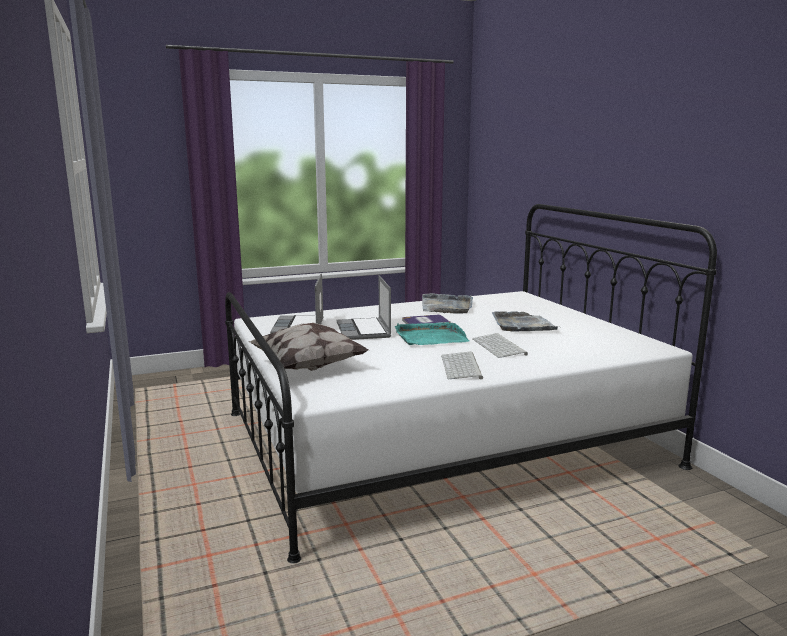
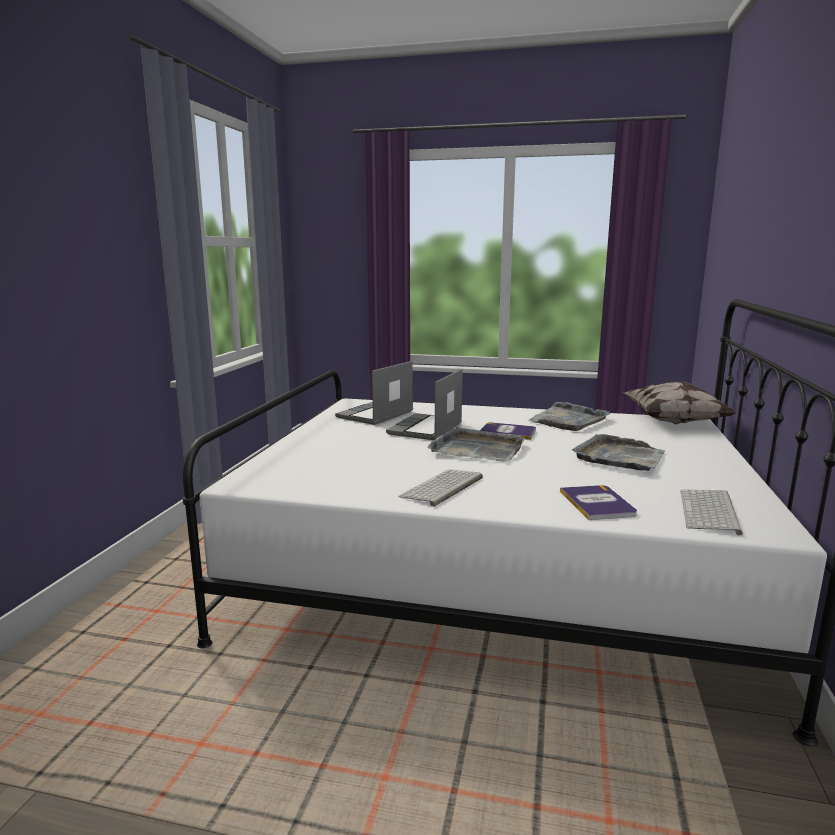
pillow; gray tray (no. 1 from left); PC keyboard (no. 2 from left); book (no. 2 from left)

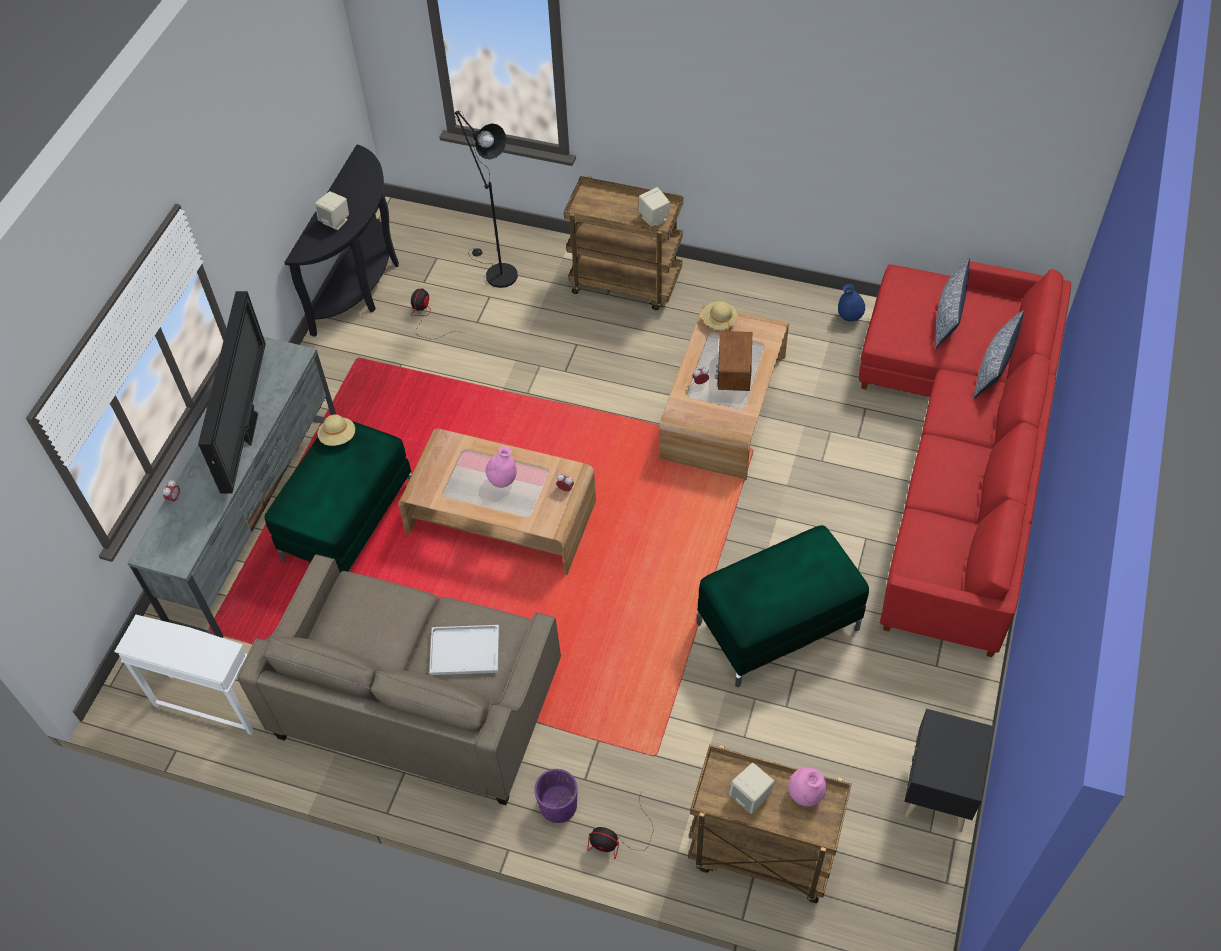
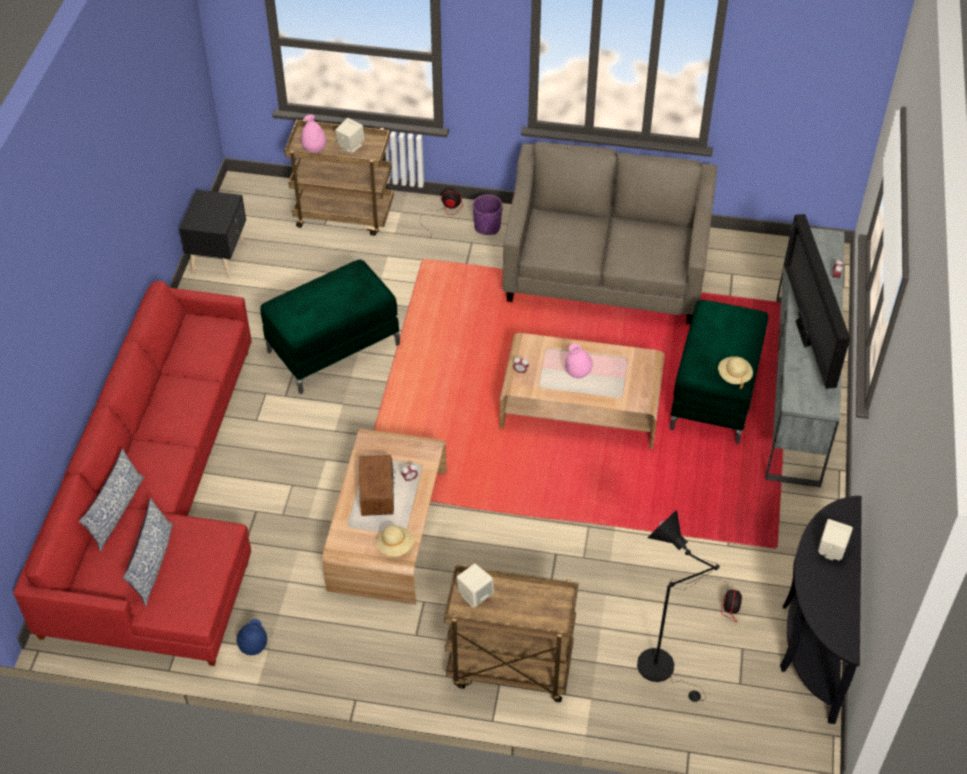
white-coloured end table; white-coloured tray

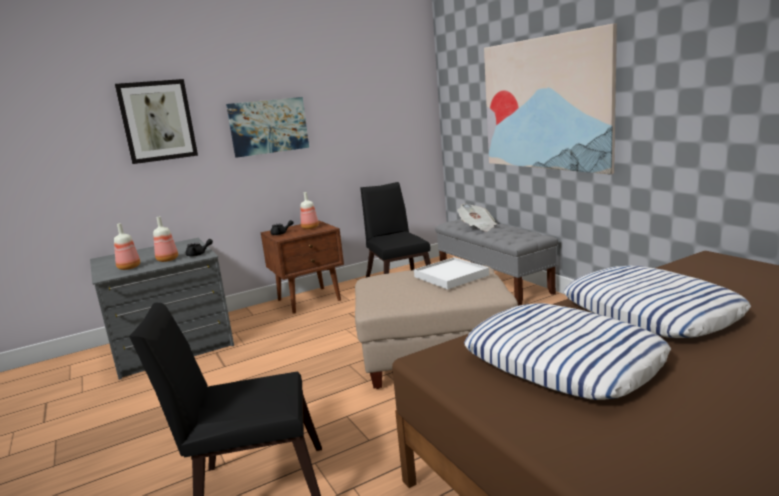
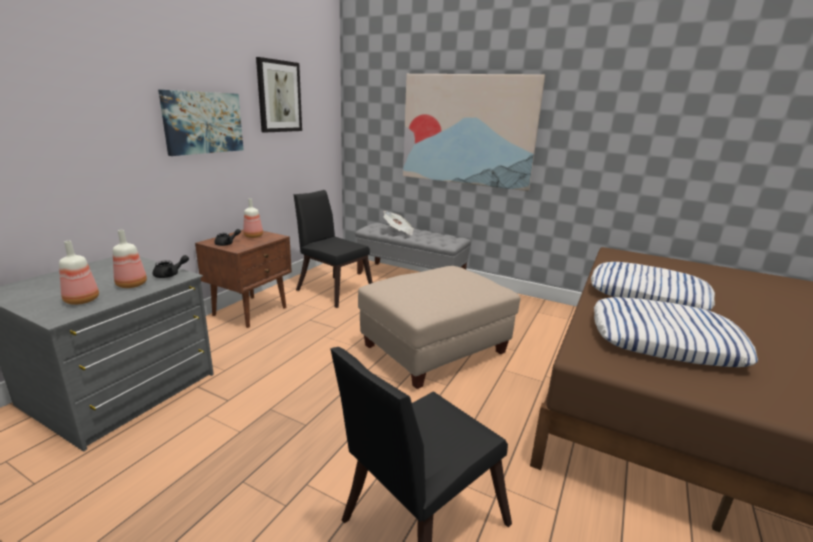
picture (no. 2 from left); white-coloured tray

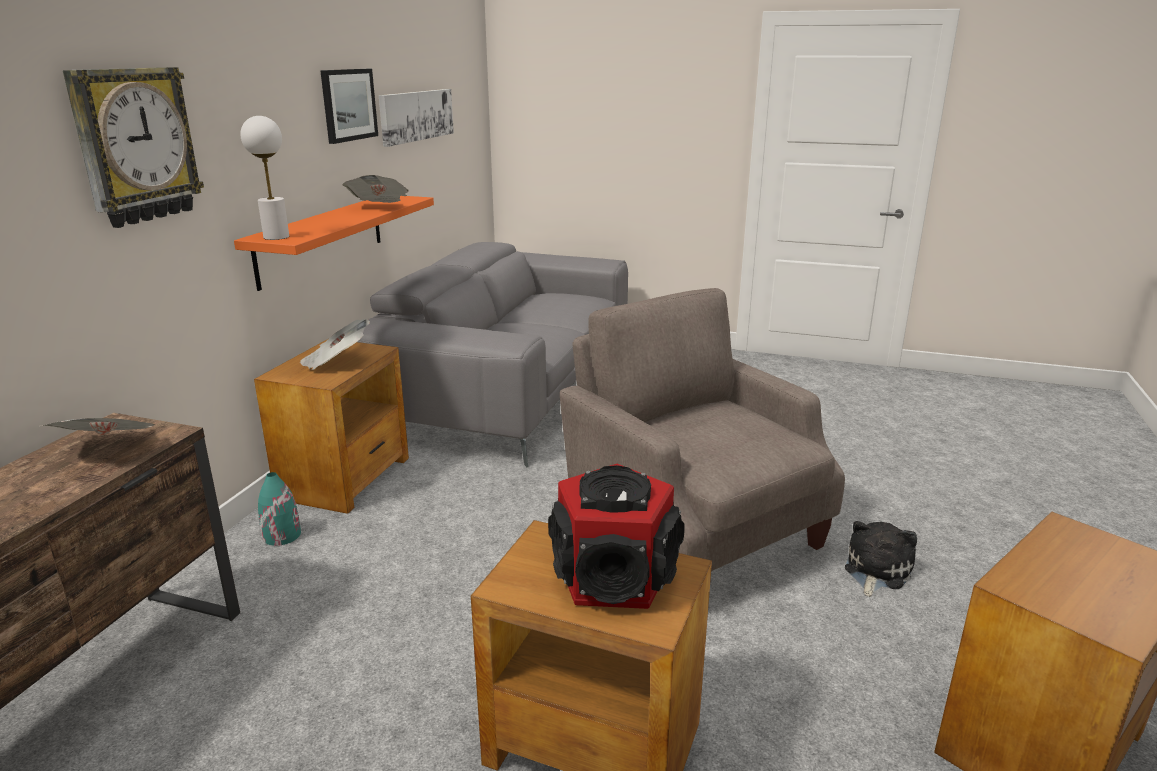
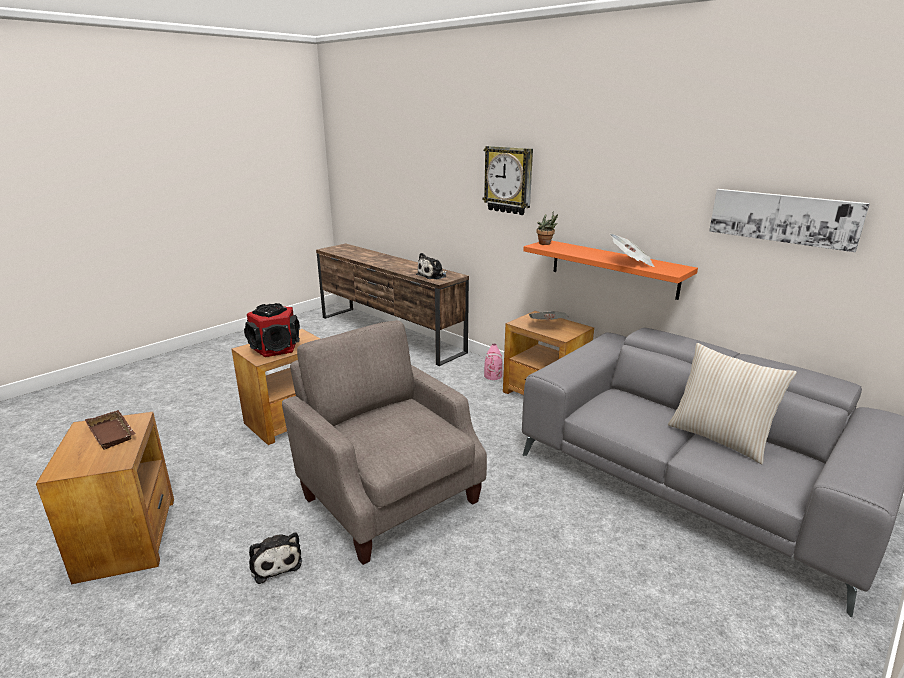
soft toy (no. 2 from left); potted plant; pink-coloured flower vase; picture (no. 1 from left in the first image); beige-coloured armchair; brownish tray; beige-coloured pillow

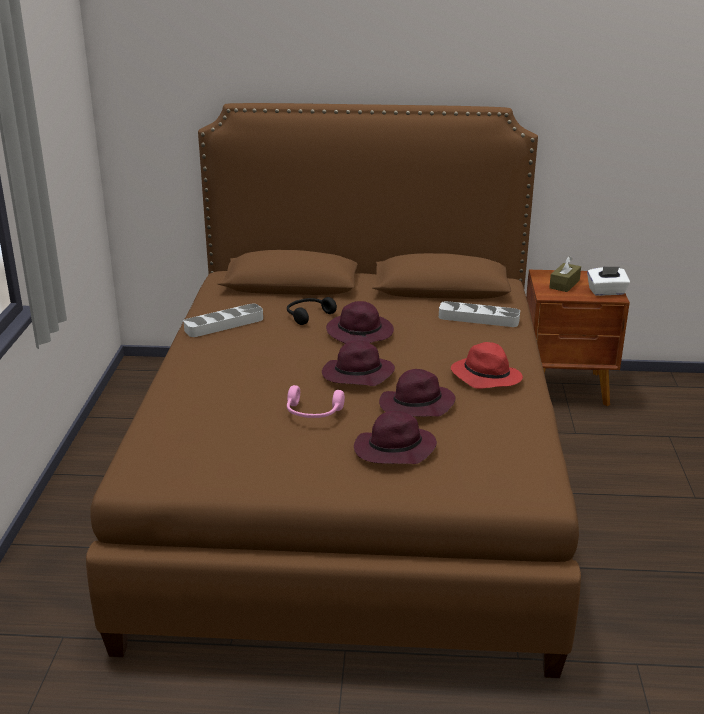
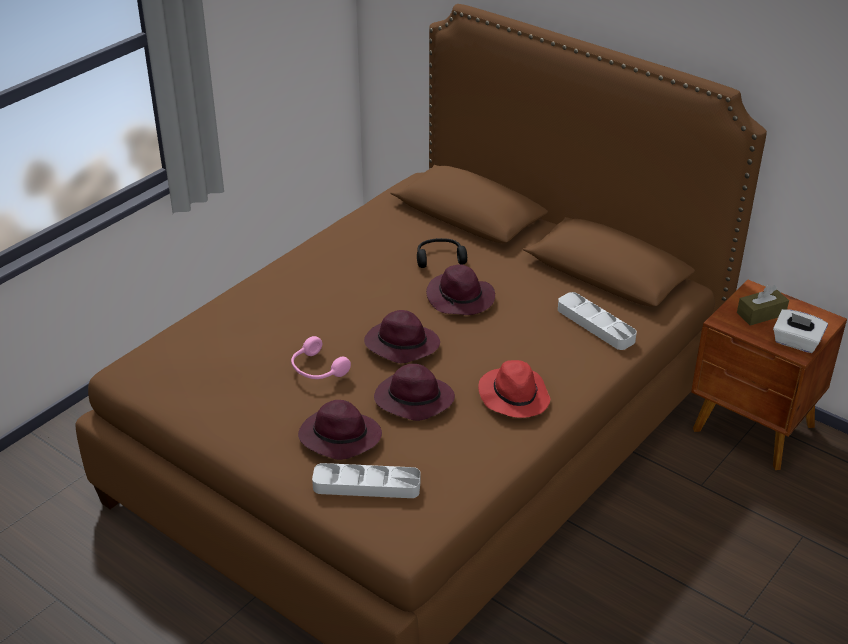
gray tray (no. 1 from left)

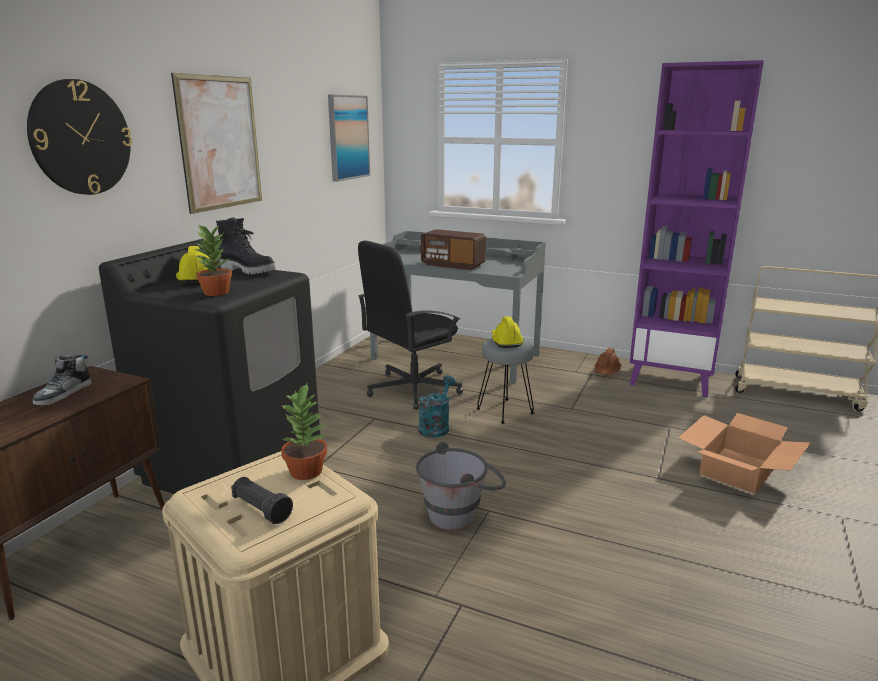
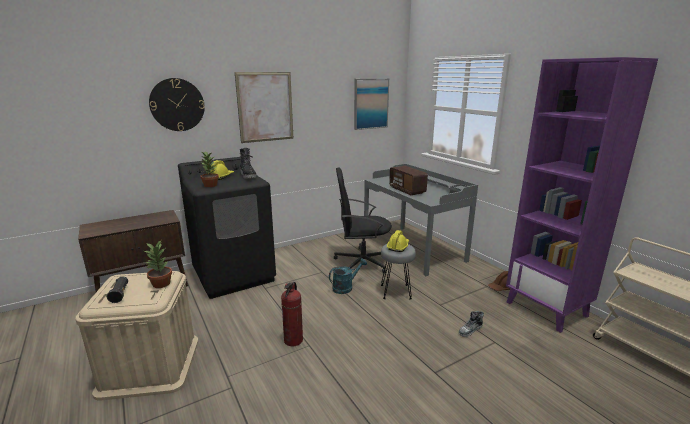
shoe; fire-fighting cylinder; carton

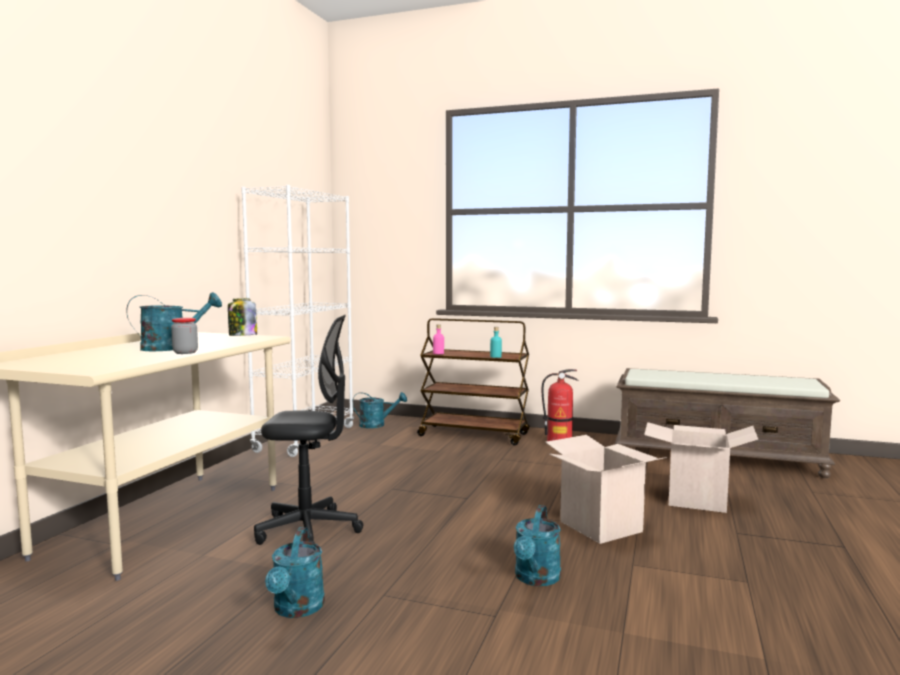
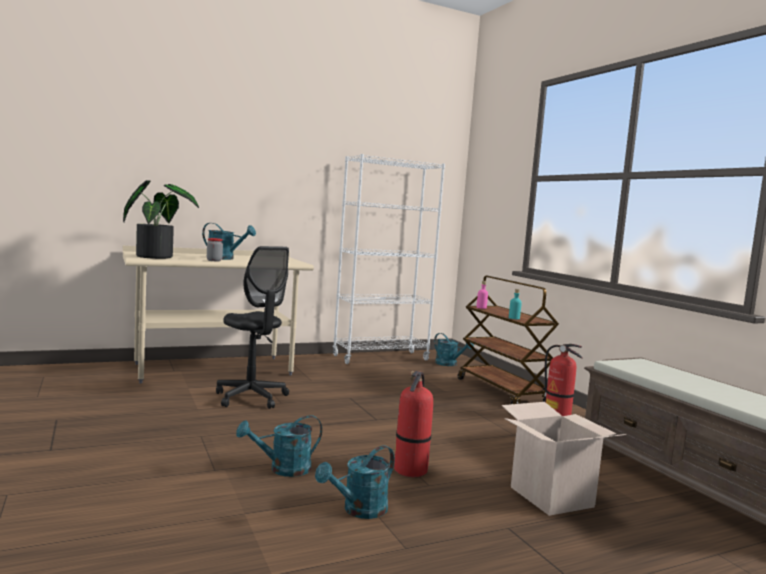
jar (no. 2 from left in the first image); turquoise watering can (no. 3 from left); fire-fighting cylinder (no. 1 from left); potted plant

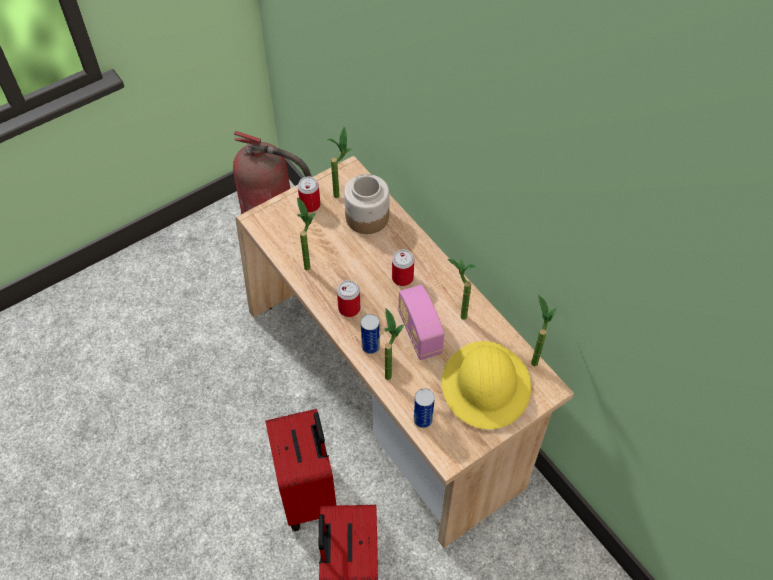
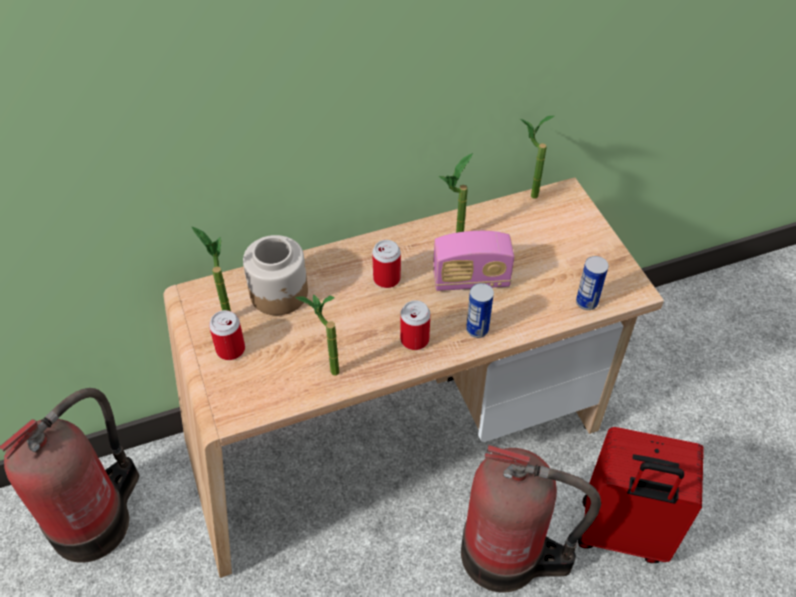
fire-fighting cylinder (no. 2 from left); potted plant (no. 3 from left in the first image); yellow-coloured safety helmet

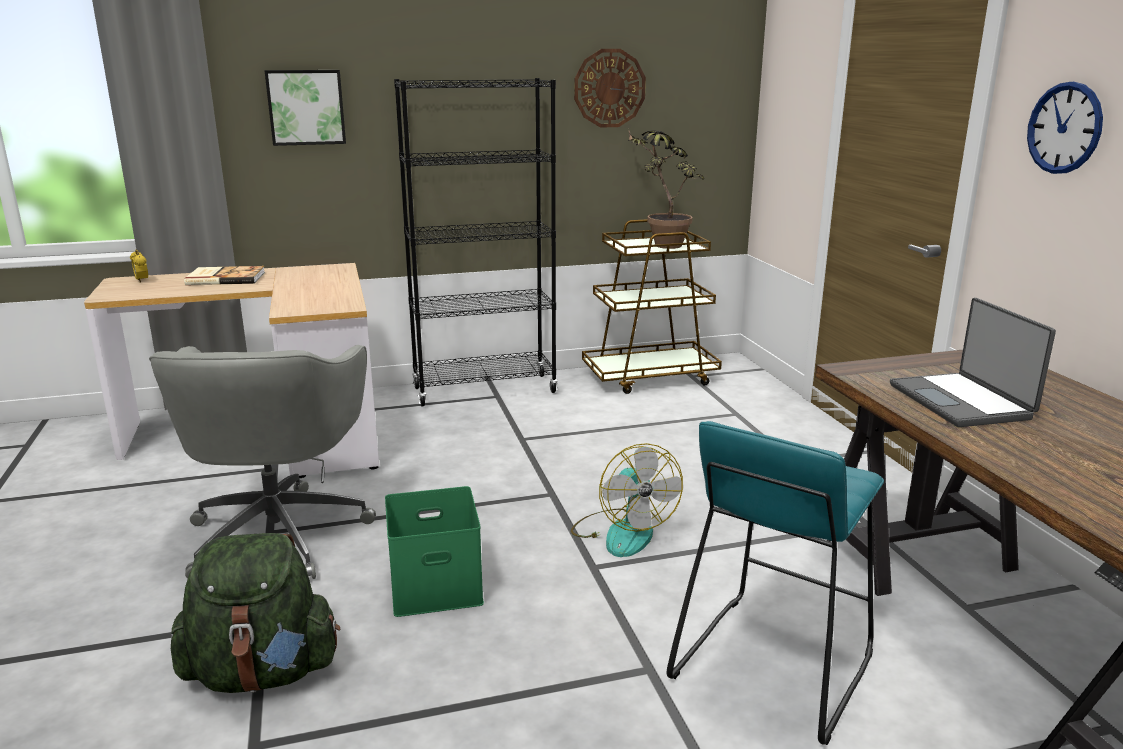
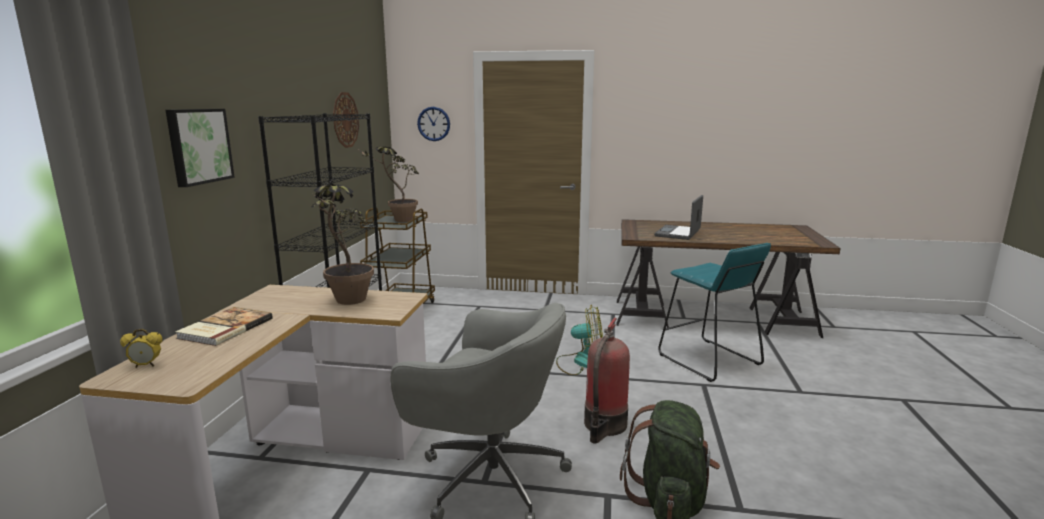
fire-fighting cylinder; portable computer; clock on the wall (no. 2 from left); potted plant (no. 1 from left)

